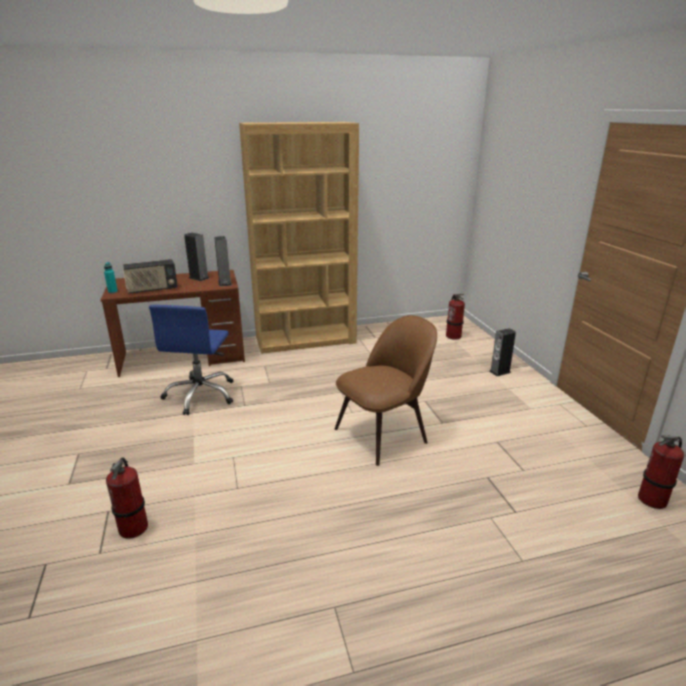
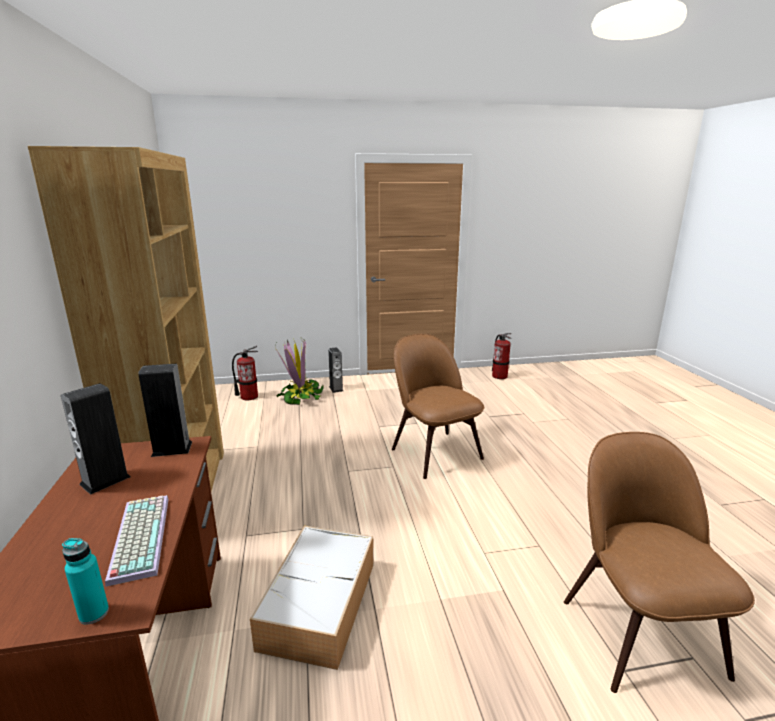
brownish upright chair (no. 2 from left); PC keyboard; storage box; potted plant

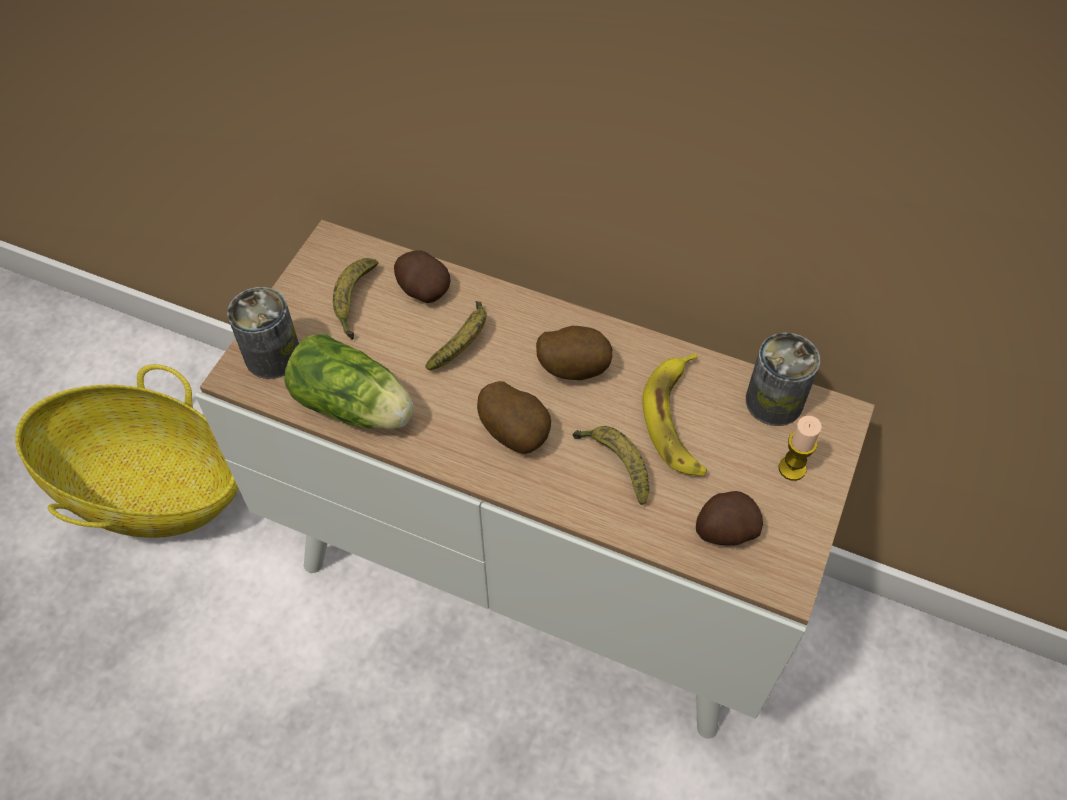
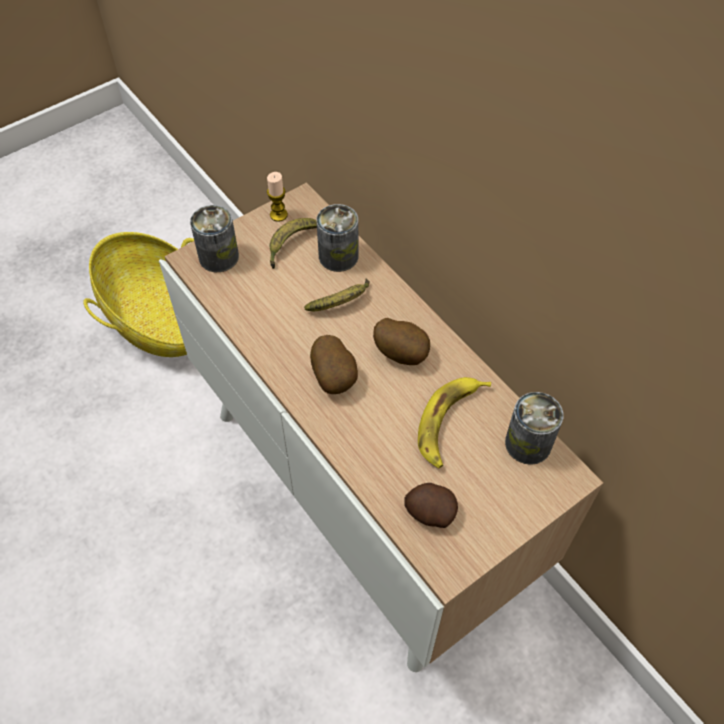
lettuce head; sealed can (no. 2 from left); banana fruit (no. 3 from left in the first image); candle

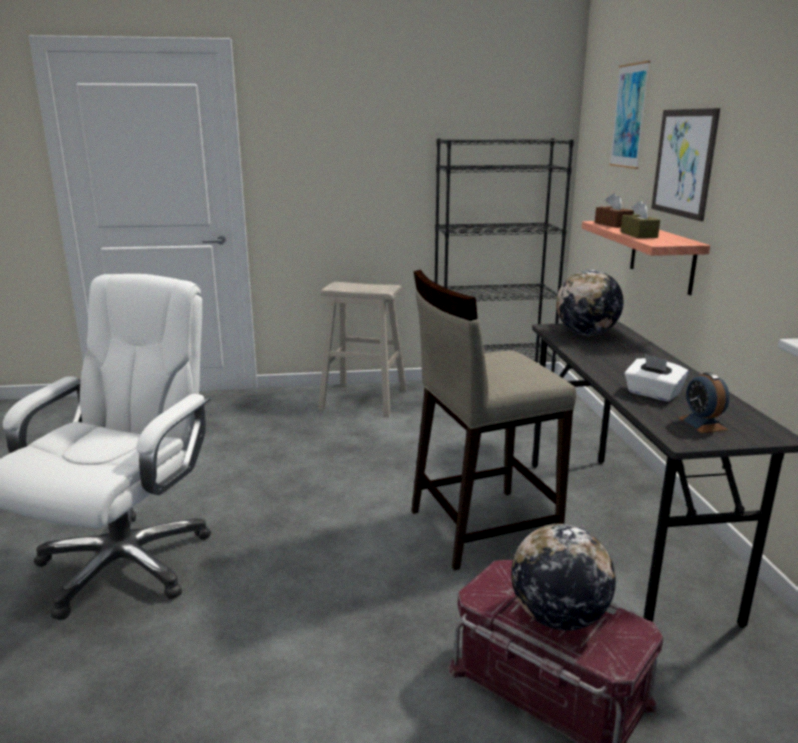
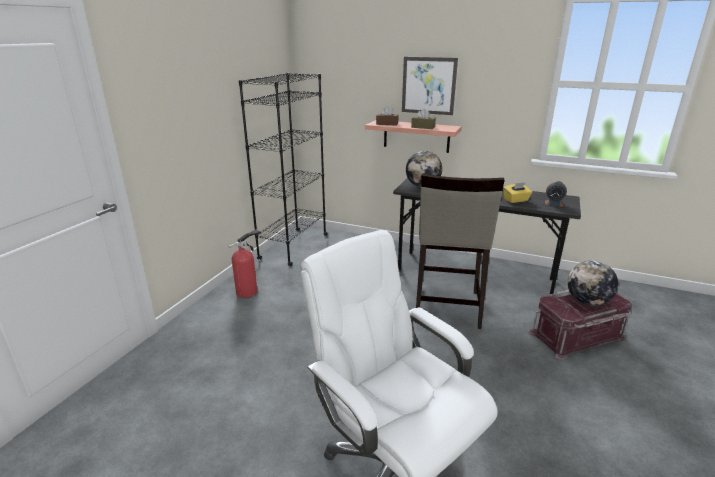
fire-fighting cylinder; picture (no. 1 from left in the first image); yellow-coloured tissue box

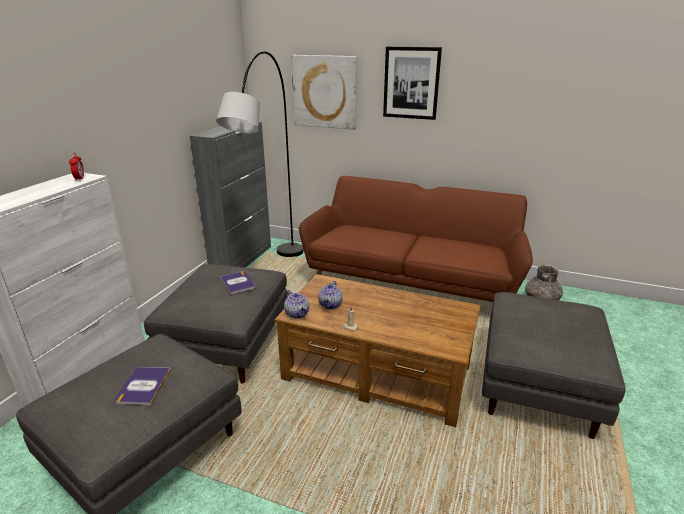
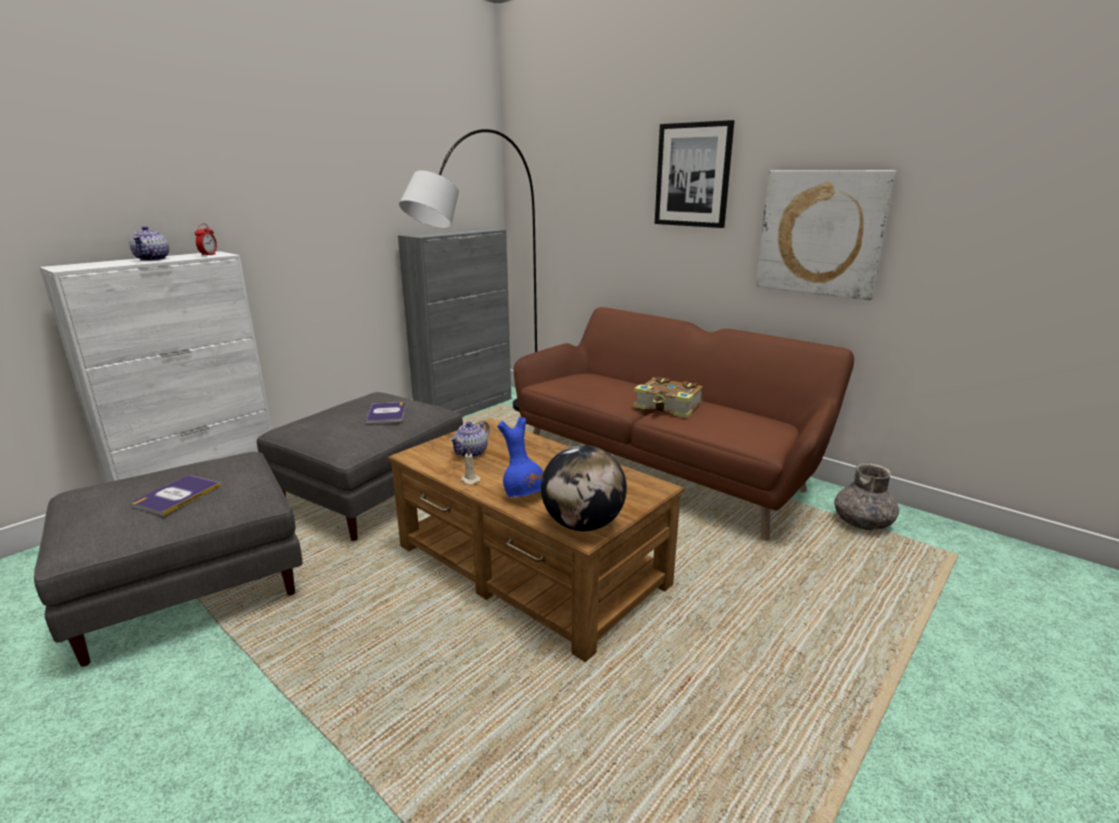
teapot (no. 1 from left); picture (no. 2 from left); gray footrest (no. 3 from left in the first image); blue flower vase; globe; book (no. 3 from left)

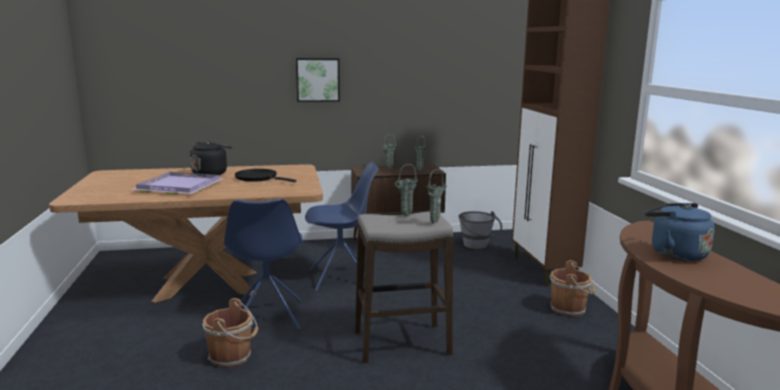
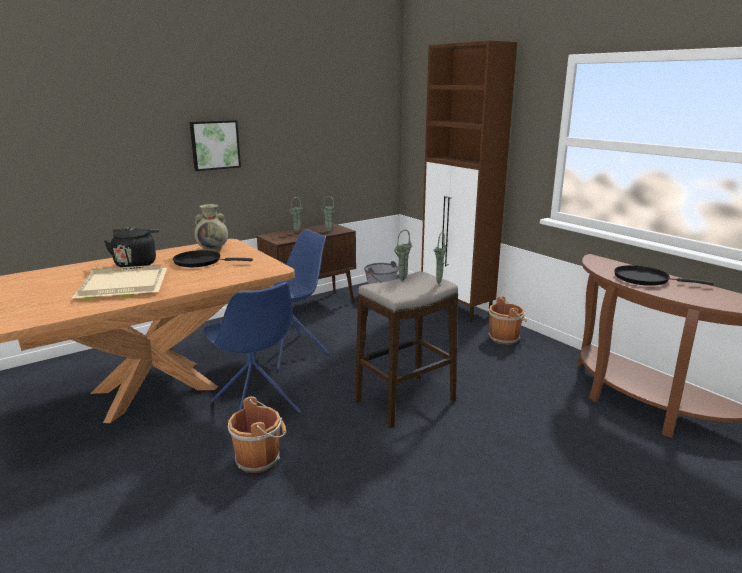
beige-coloured tray; blackish skillet (no. 2 from left); beige-coloured flower vase

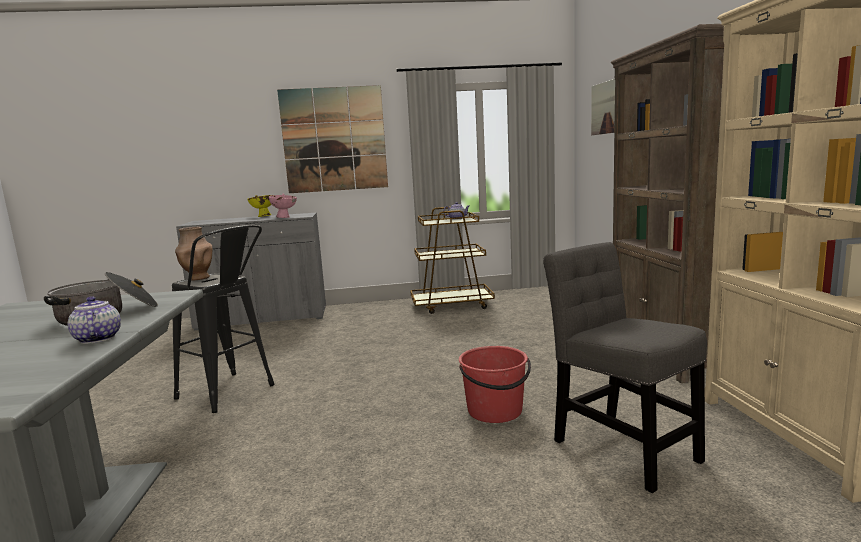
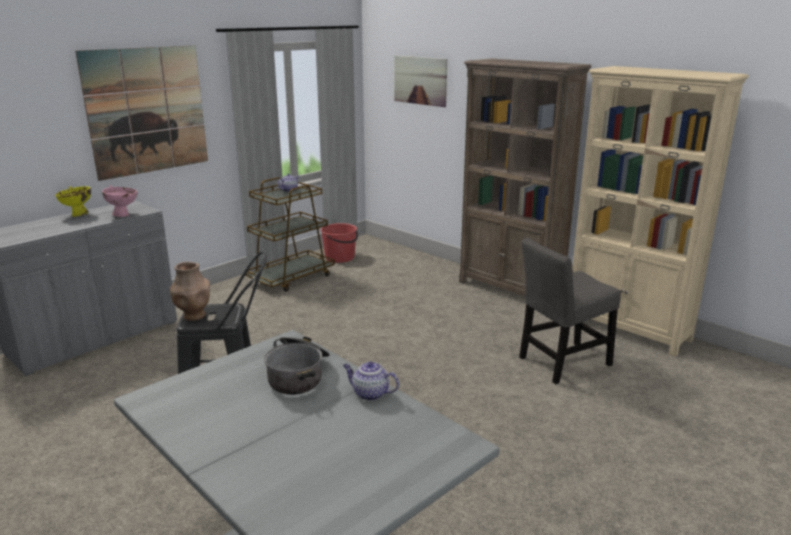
red bucket; gray upright chair

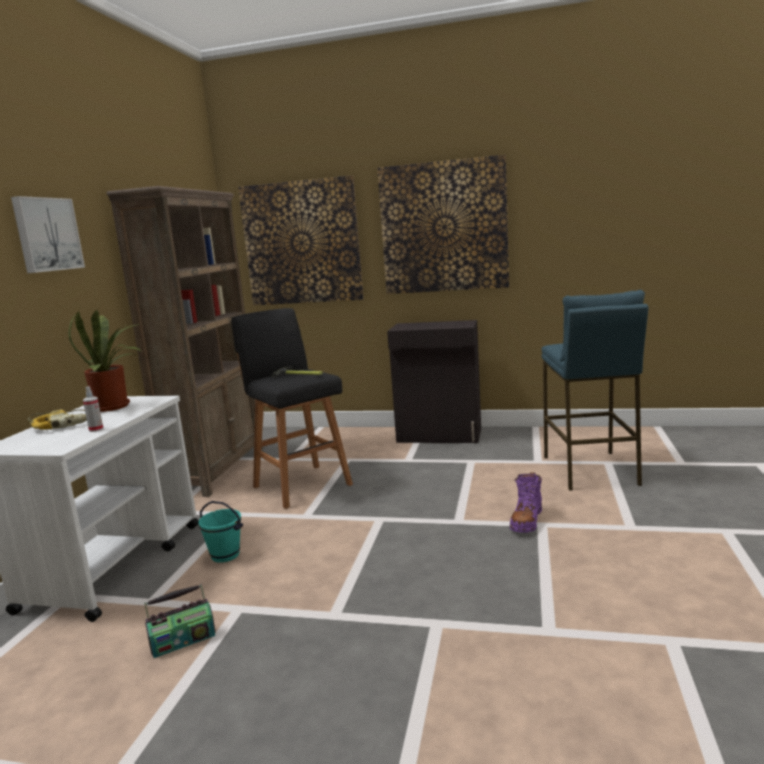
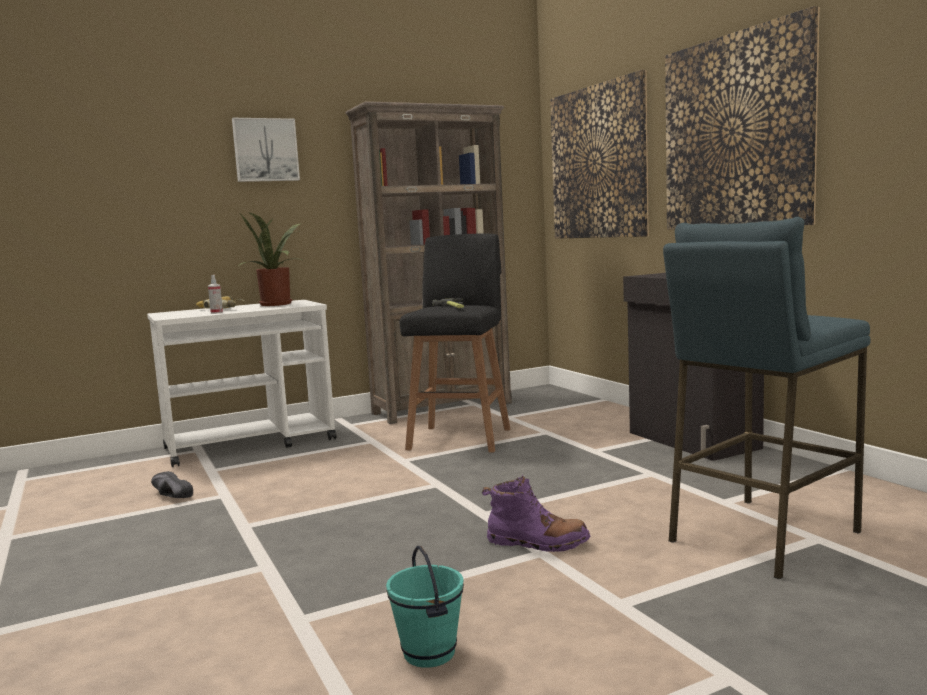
blackish shoe; turquoise bucket; purplish tall boot

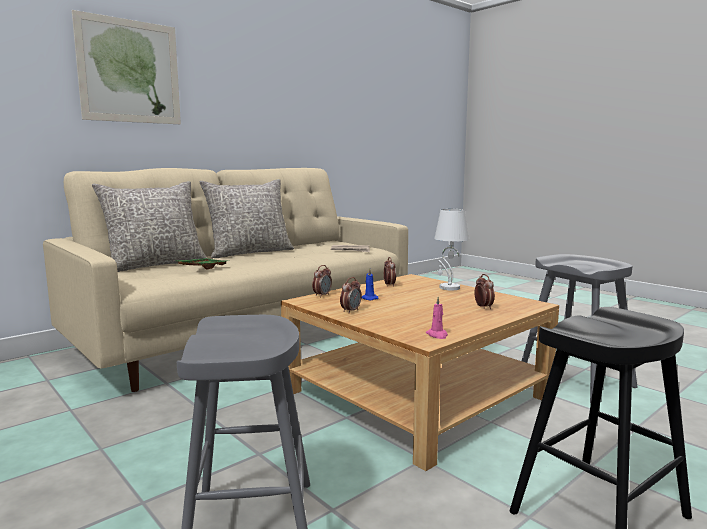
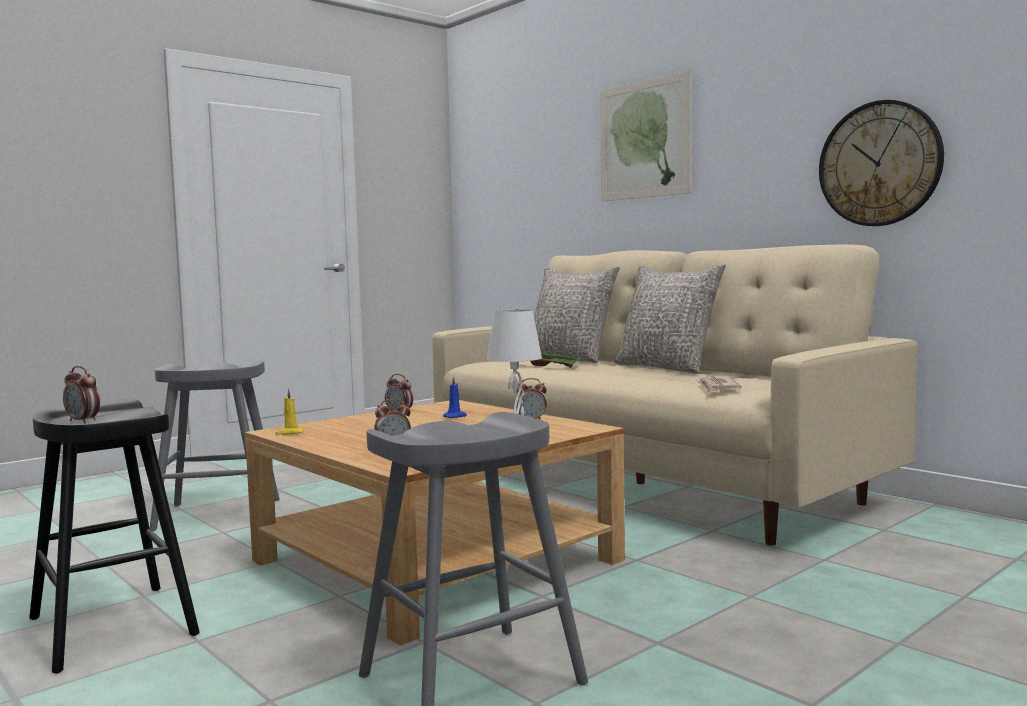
alarm clock (no. 1 from left); yellow-coloured candle; clock on the wall

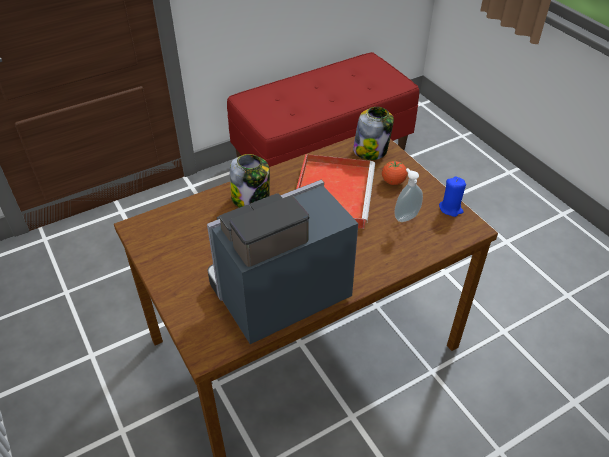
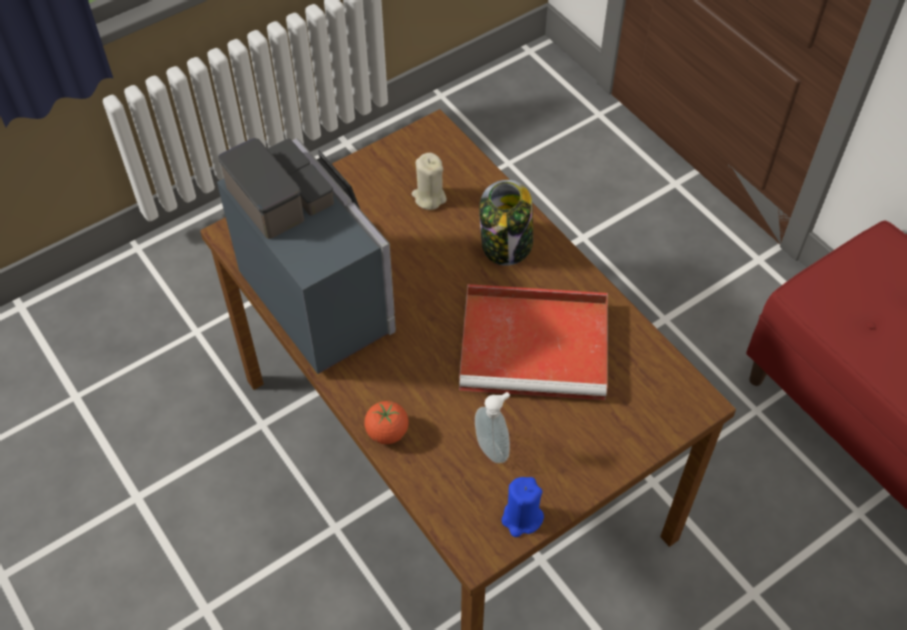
jar (no. 2 from left in the first image); fresh tomato; beige-coloured candle

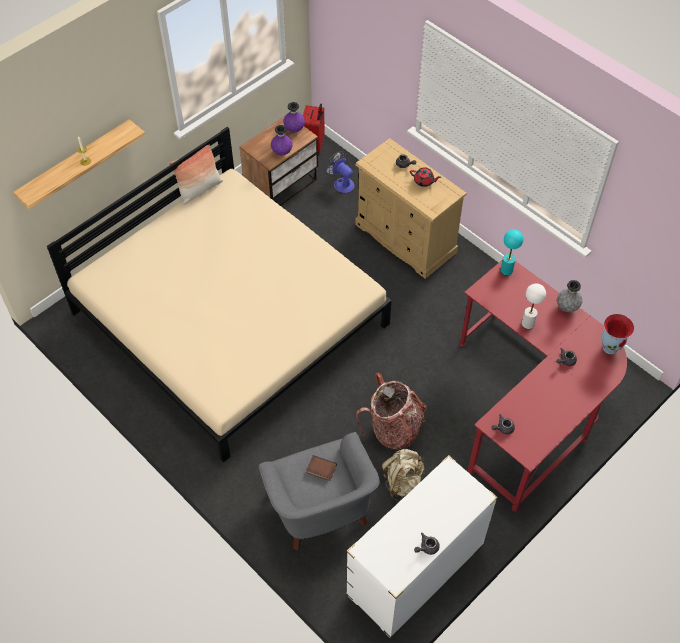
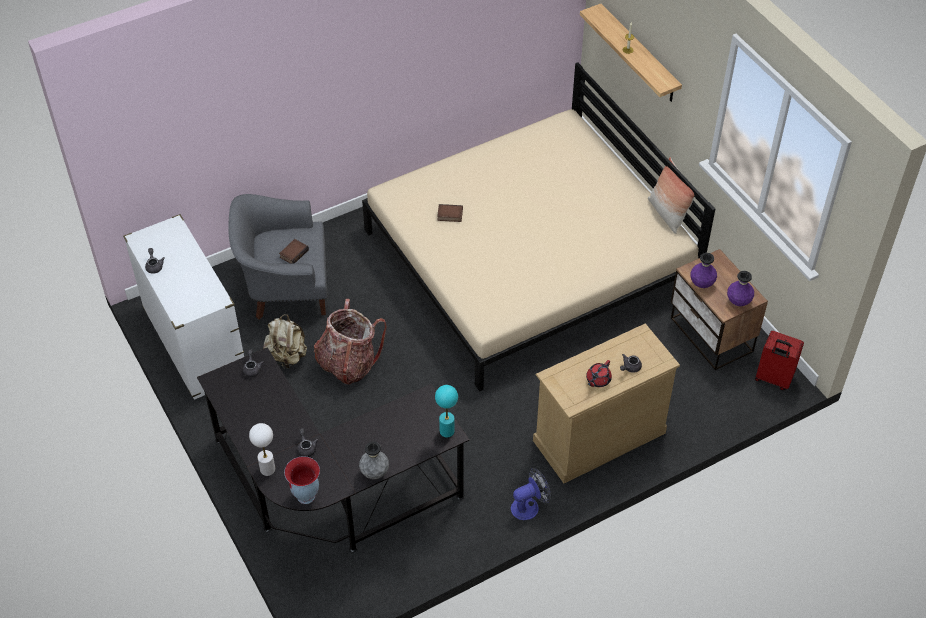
fan; blackish desk table; white-coloured tabletop lamp; book (no. 2 from left)

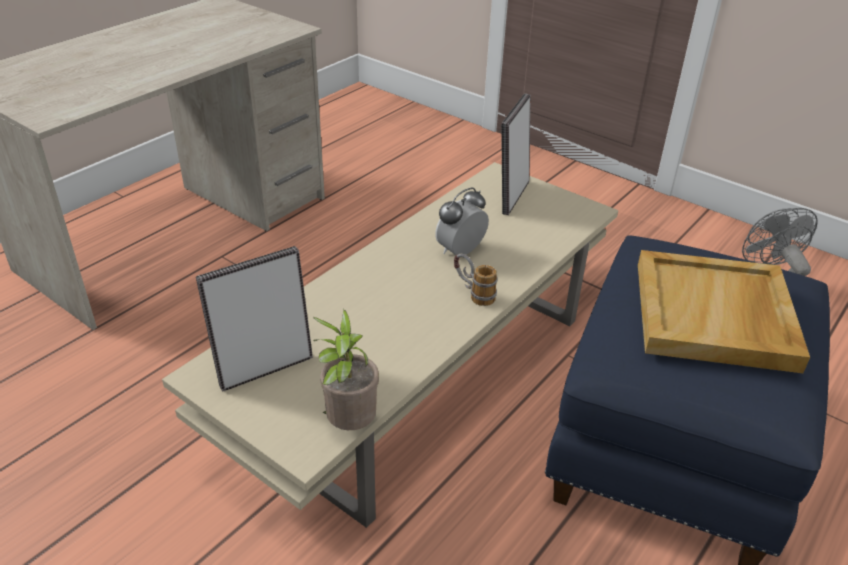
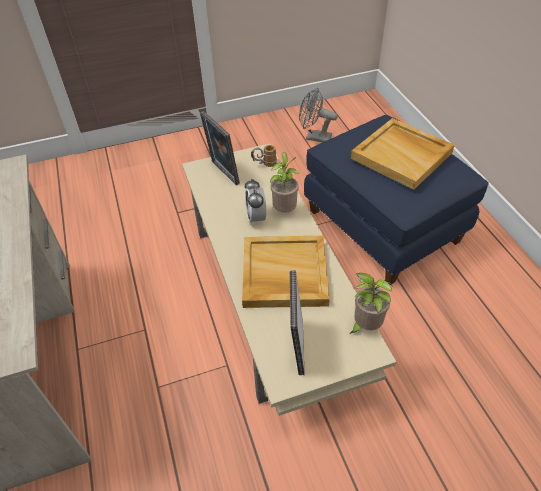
coffee mug; beige-coloured tray (no. 1 from left); potted plant (no. 1 from left)

